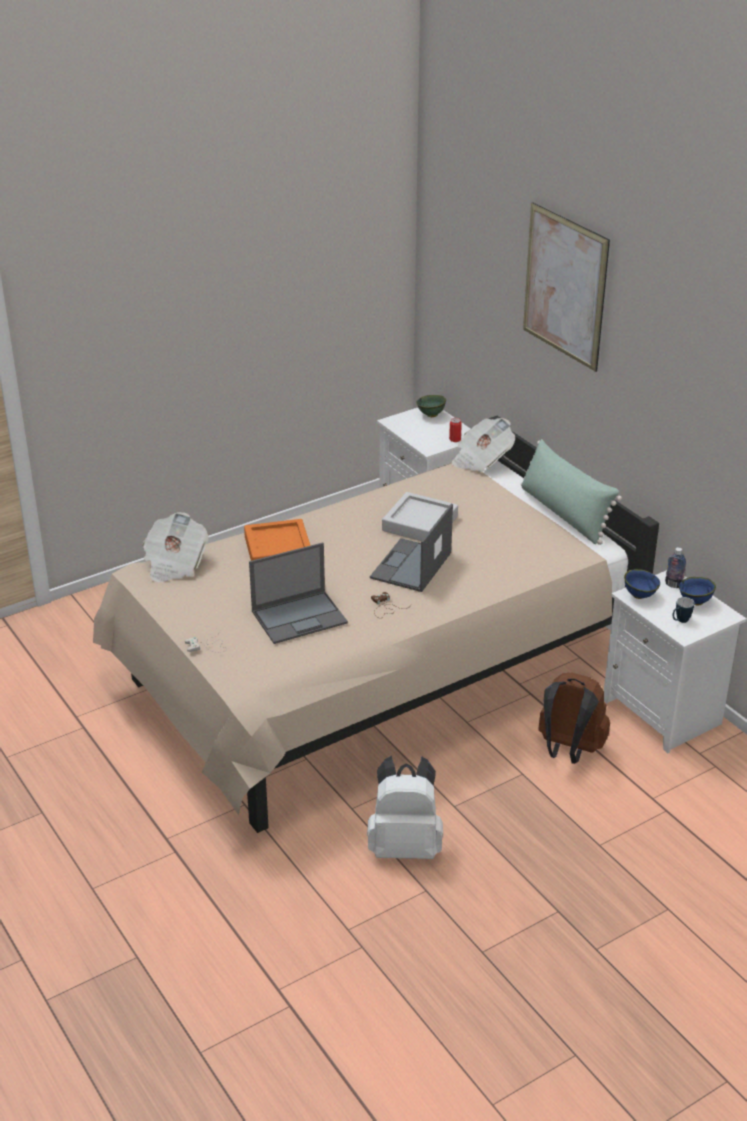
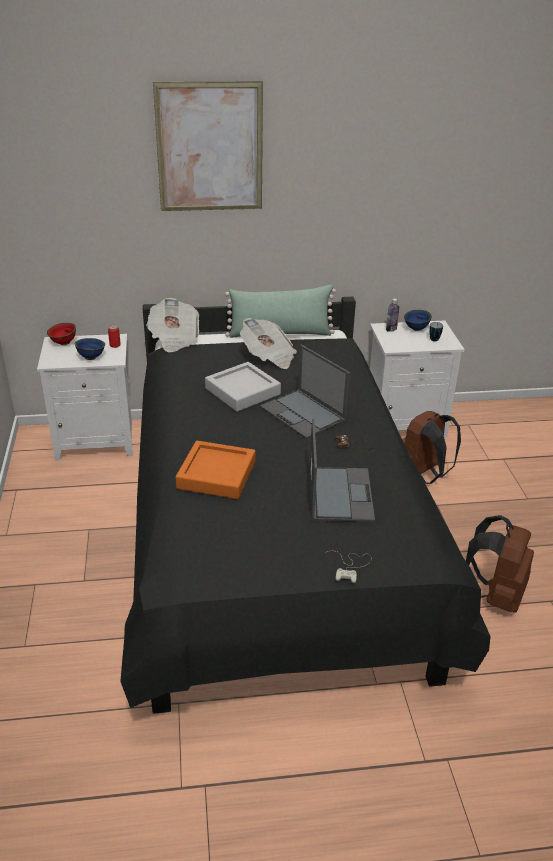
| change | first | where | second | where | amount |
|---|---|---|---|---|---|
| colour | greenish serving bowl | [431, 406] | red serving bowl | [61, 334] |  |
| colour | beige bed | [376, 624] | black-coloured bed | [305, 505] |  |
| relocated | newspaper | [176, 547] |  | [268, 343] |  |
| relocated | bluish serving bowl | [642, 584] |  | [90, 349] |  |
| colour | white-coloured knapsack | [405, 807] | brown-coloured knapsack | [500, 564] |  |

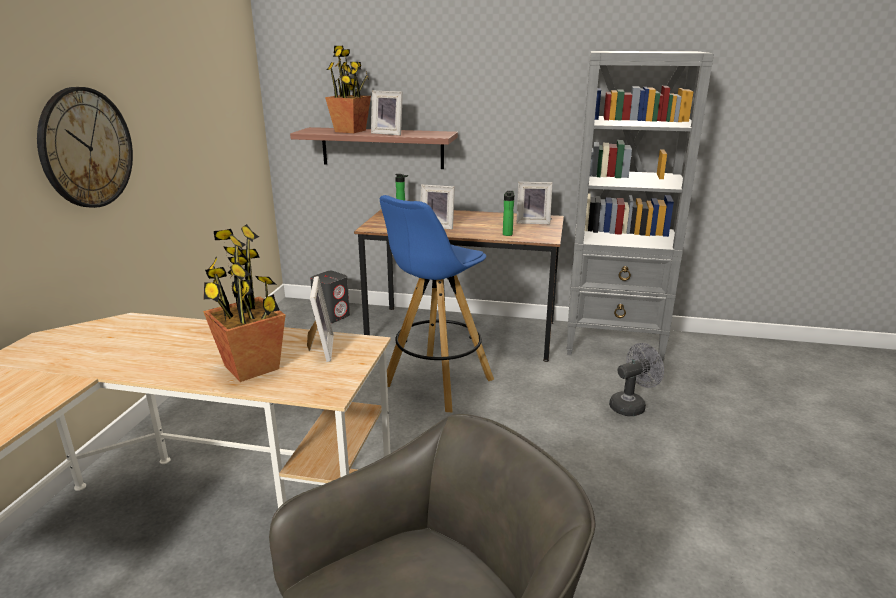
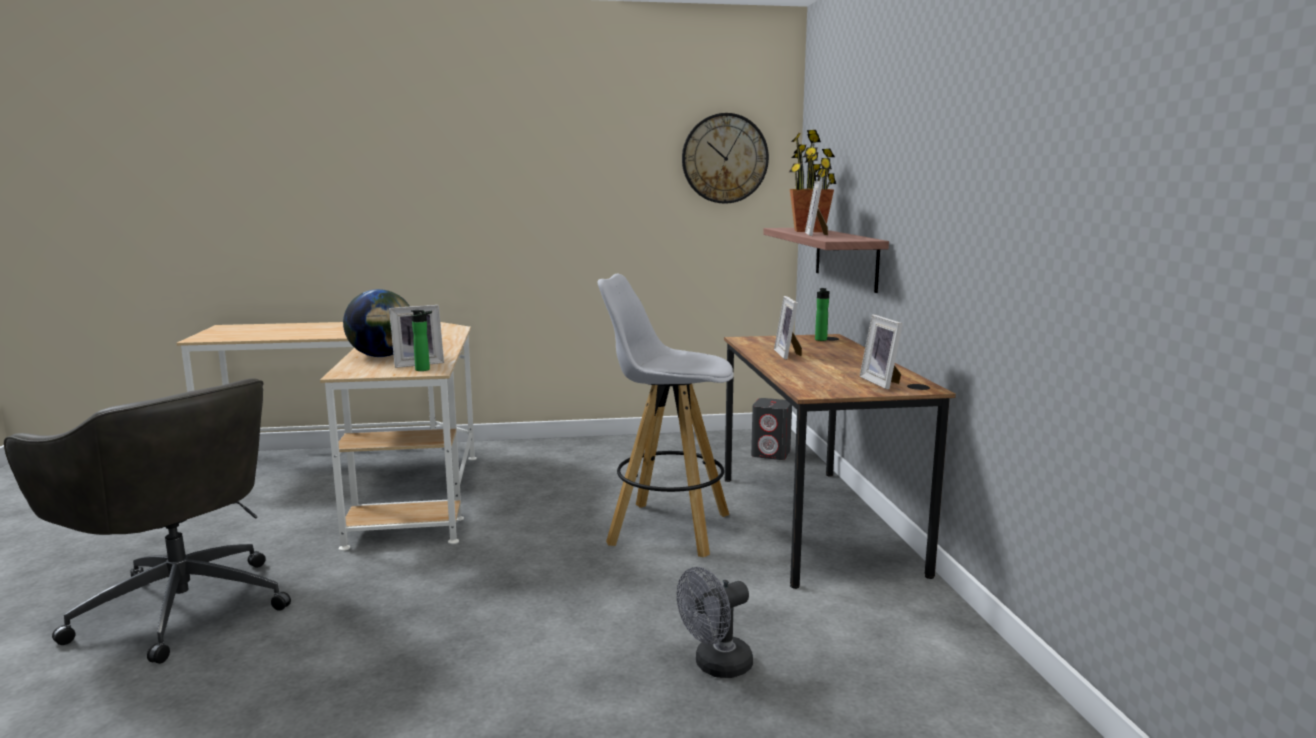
| change | first | where | second | where | amount |
|---|---|---|---|---|---|
| missing | greyish shelving unit | [640, 206] |  |  |  |
| relocated | hanging clock | [85, 147] |  | [725, 158] |  |
| relocated | beverage bottle | [508, 213] |  | [421, 340] |  |
| colour | bluish stool seat | [437, 303] | white-coloured stool seat | [666, 415] |  |
| exchanged | potted plant | [244, 303] | desk globe | [376, 323] |  |
| spun | greyish electric fan | [636, 379] |  | [715, 622] | 105 degrees clockwise |

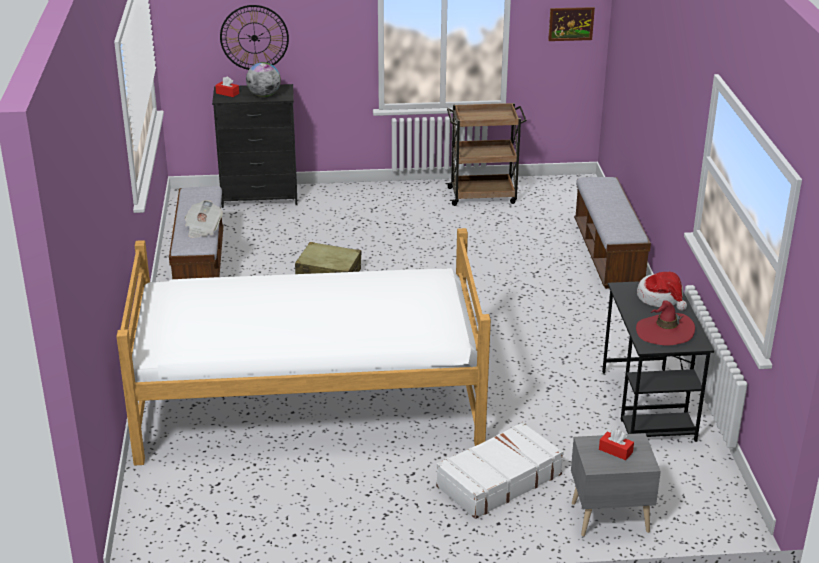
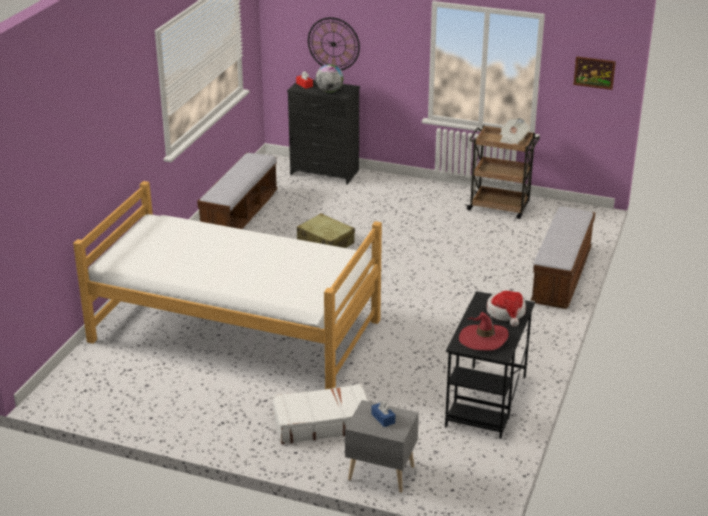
| change | first | where | second | where | amount |
|---|---|---|---|---|---|
| relocated | newspaper | [204, 219] |  | [515, 131] |  |
| colour | red tissue holder | [616, 445] | bluish tissue holder | [383, 414] |  |

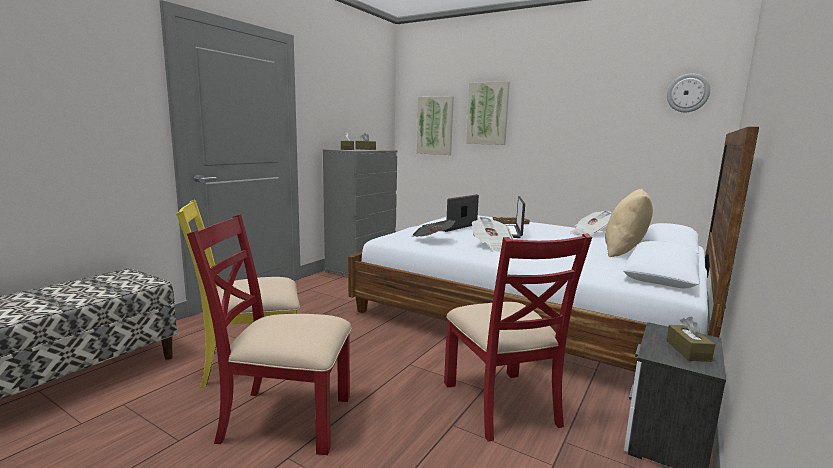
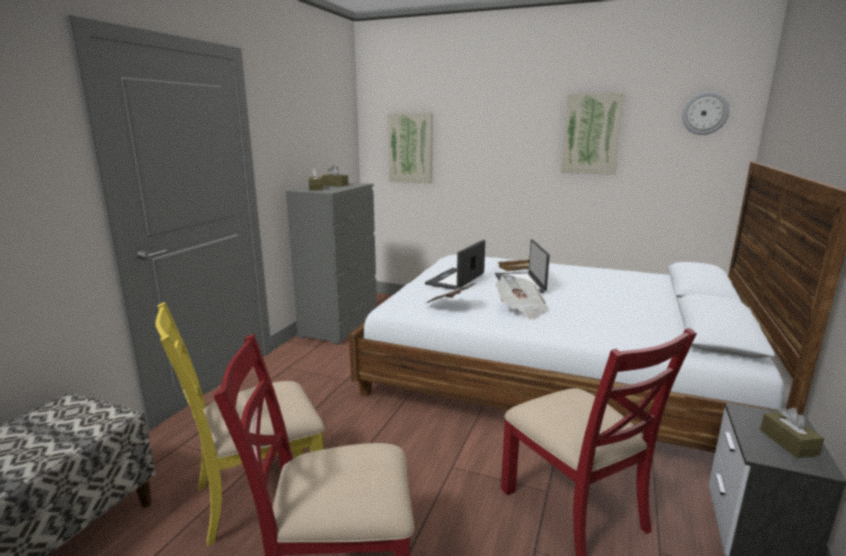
| change | first | where | second | where | amount |
|---|---|---|---|---|---|
| relocated | picture | [488, 113] |  | [593, 134] |  |
| missing | beige pillow | [629, 222] |  |  |  |
| missing | newspaper | [591, 223] |  |  |  |

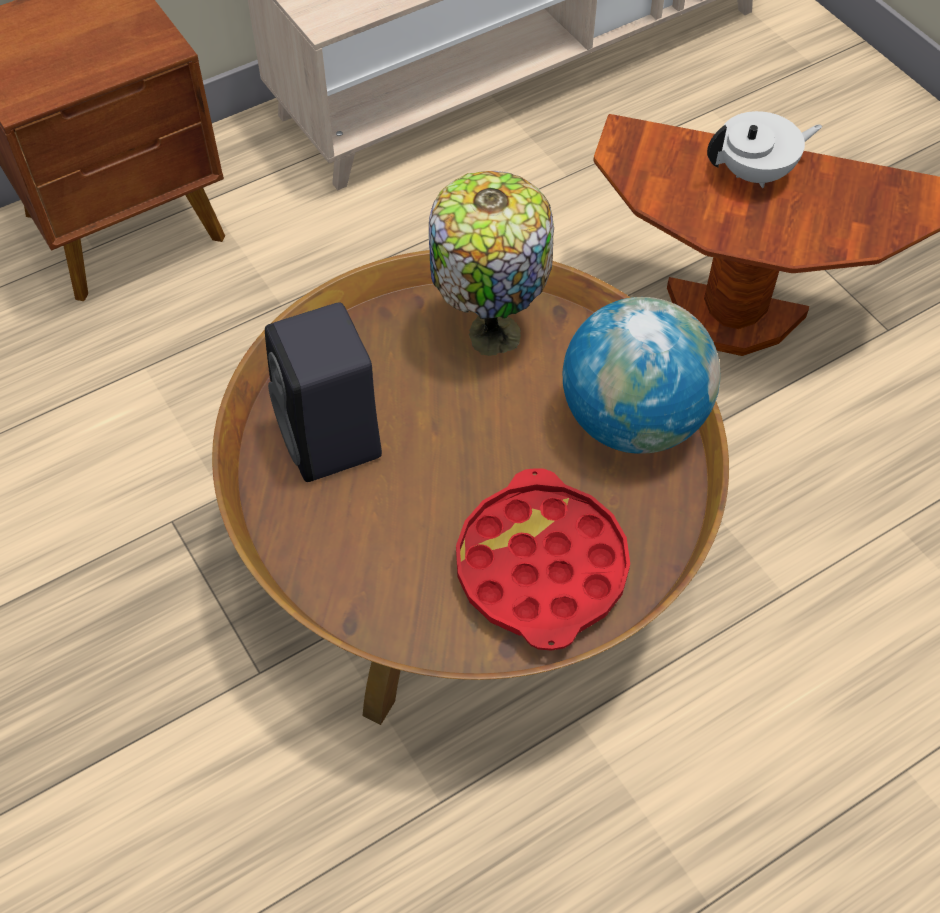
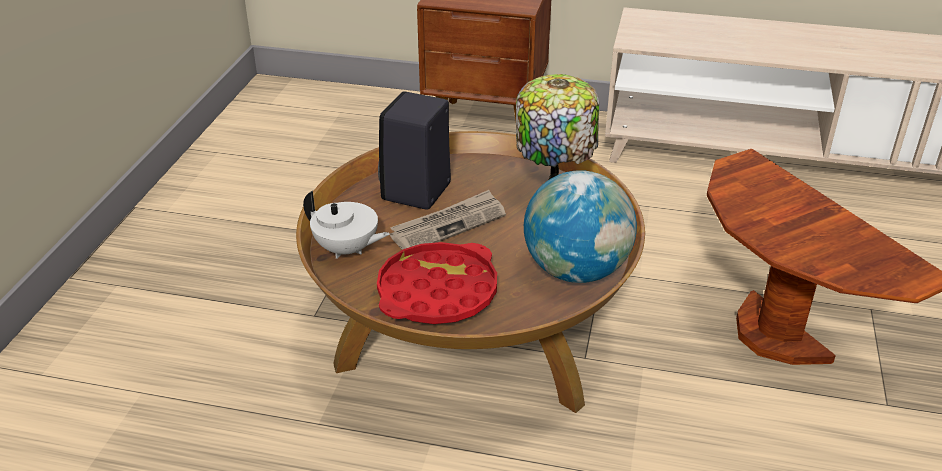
| change | first | where | second | where | amount |
|---|---|---|---|---|---|
| relocated | white-coloured teapot | [764, 149] |  | [346, 225] |  |
| appeared |  |  | newspaper | [448, 220] |  |

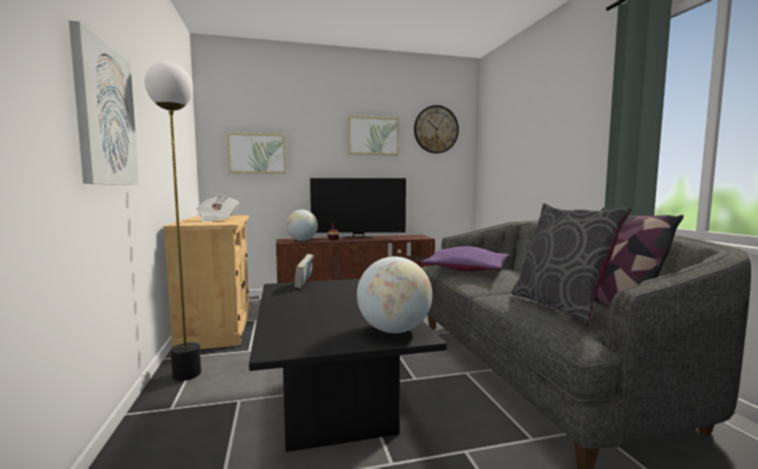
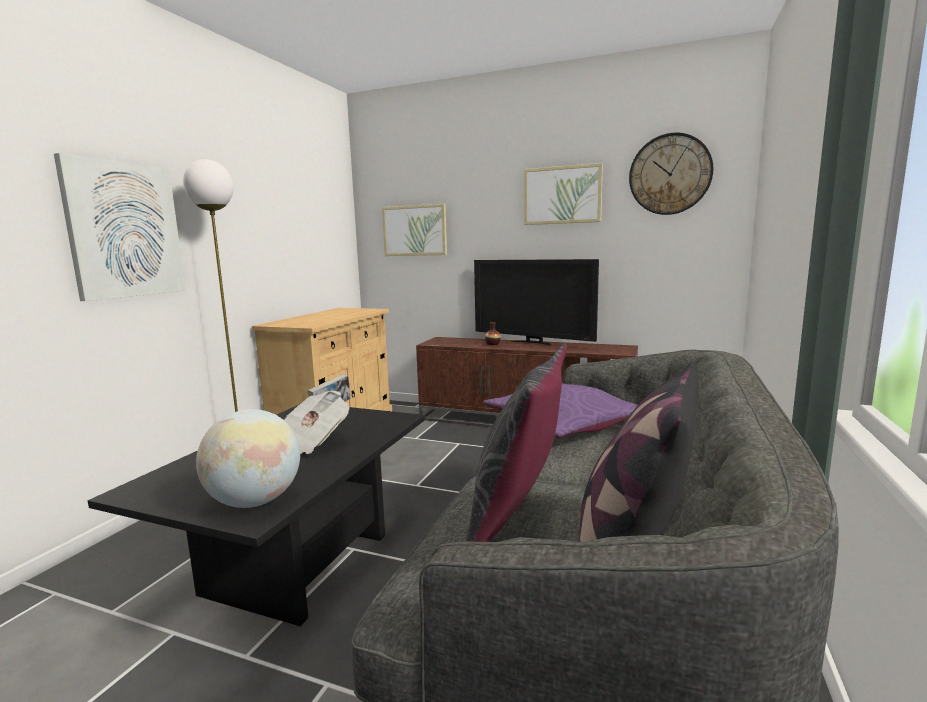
| change | first | where | second | where | amount |
|---|---|---|---|---|---|
| relocated | newspaper | [218, 209] |  | [316, 422] |  |
| missing | desk globe | [302, 225] |  |  |  |

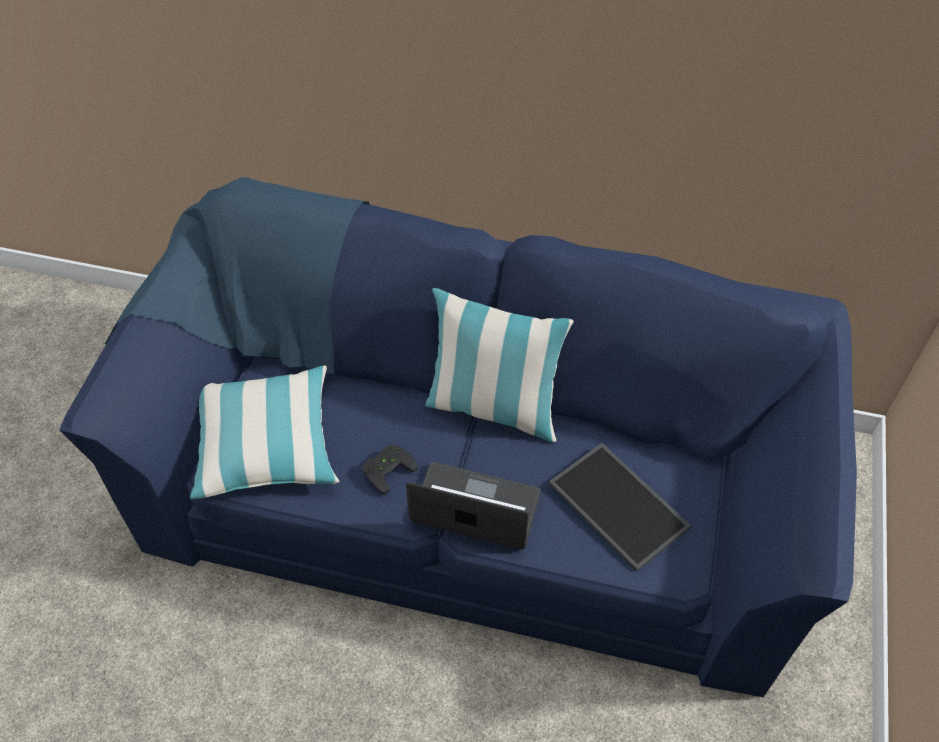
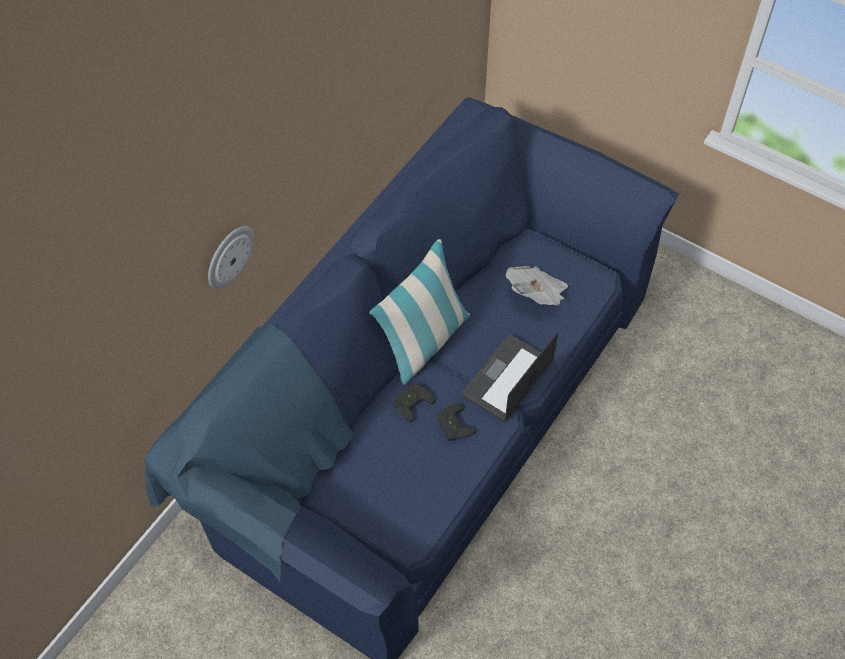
| change | first | where | second | where | amount |
|---|---|---|---|---|---|
| missing | pillow | [265, 432] |  |  |  |
| exchanged | tray | [620, 507] | newspaper | [537, 286] |  |
| appeared |  |  | hanging clock | [231, 257] |  |
| appeared |  |  | black-coloured game controller | [414, 402] |  |

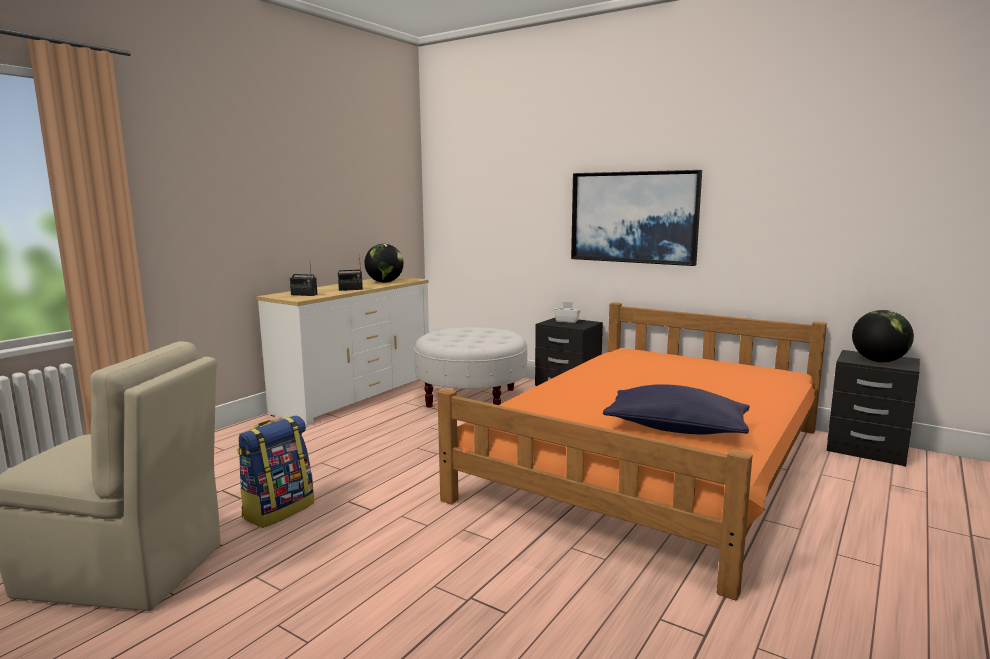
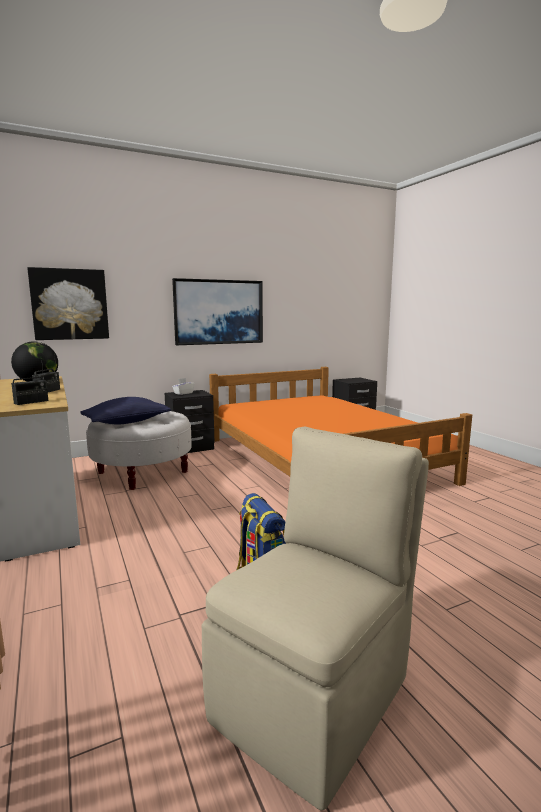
| change | first | where | second | where | amount |
|---|---|---|---|---|---|
| missing | desk globe | [883, 336] |  |  |  |
| relocated | bluish pillow | [676, 409] |  | [125, 411] |  |
| appeared |  |  | picture | [68, 303] |  |

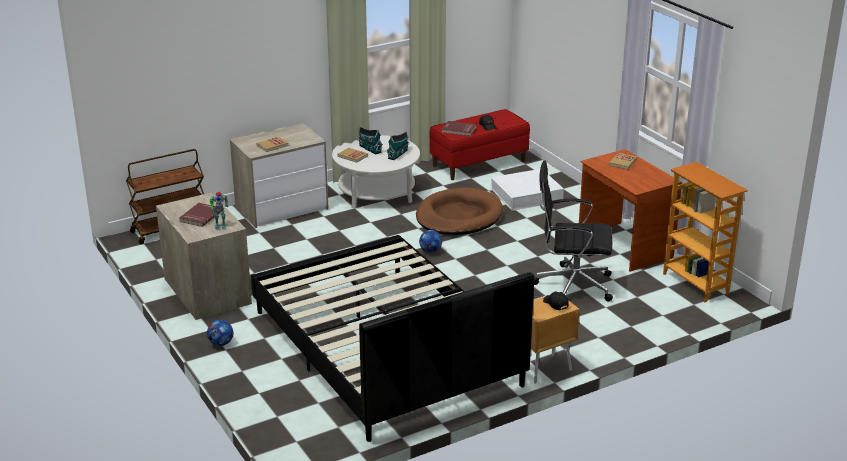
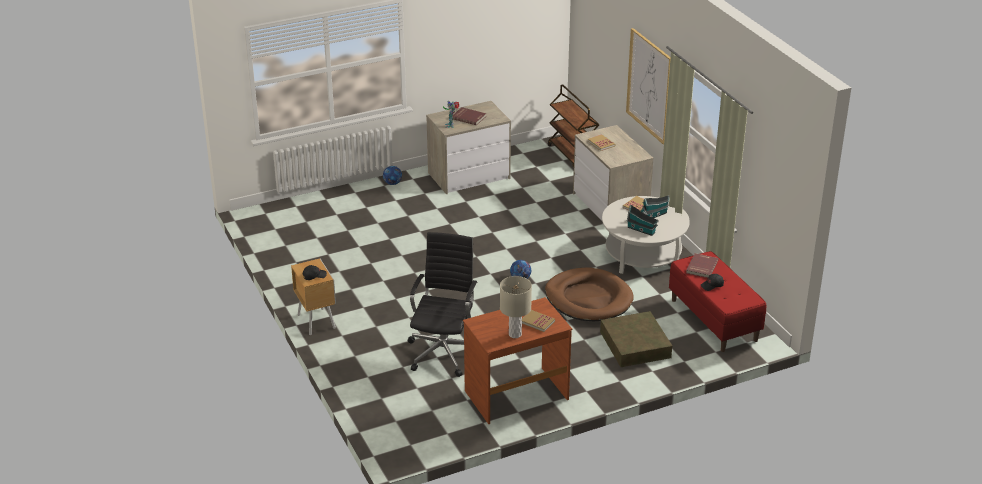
| change | first | where | second | where | amount |
|---|---|---|---|---|---|
| missing | shelving unit | [705, 232] |  |  |  |
| colour | white-coloured storage bin | [527, 190] | brown-coloured storage bin | [636, 339] |  |
| missing | black-coloured bed | [392, 338] |  |  |  |
| appeared |  |  | picture | [648, 86] |  |
| appeared |  |  | beige tabletop lamp | [516, 307] |  |

